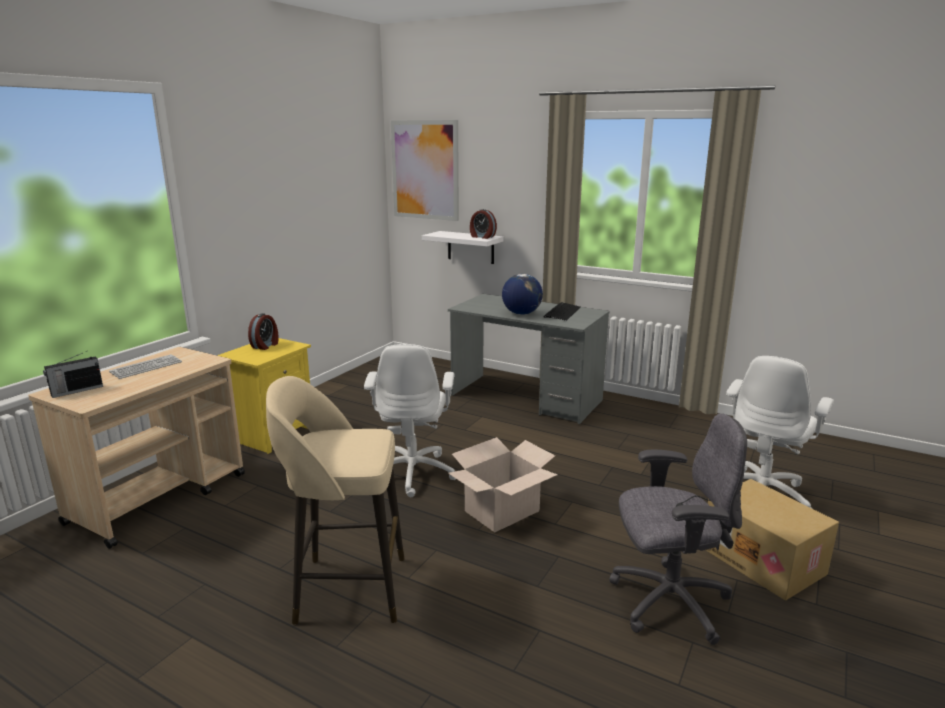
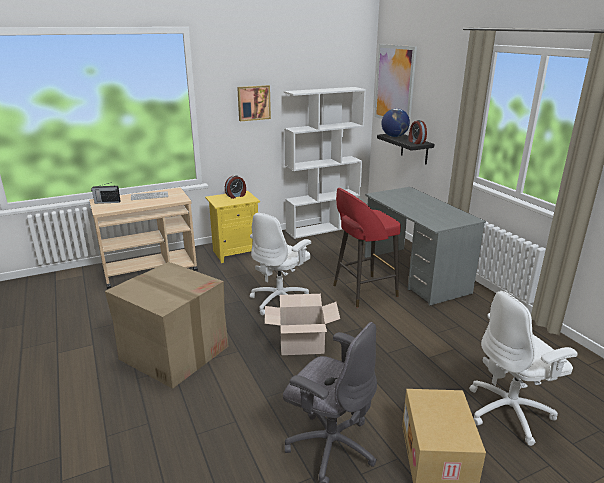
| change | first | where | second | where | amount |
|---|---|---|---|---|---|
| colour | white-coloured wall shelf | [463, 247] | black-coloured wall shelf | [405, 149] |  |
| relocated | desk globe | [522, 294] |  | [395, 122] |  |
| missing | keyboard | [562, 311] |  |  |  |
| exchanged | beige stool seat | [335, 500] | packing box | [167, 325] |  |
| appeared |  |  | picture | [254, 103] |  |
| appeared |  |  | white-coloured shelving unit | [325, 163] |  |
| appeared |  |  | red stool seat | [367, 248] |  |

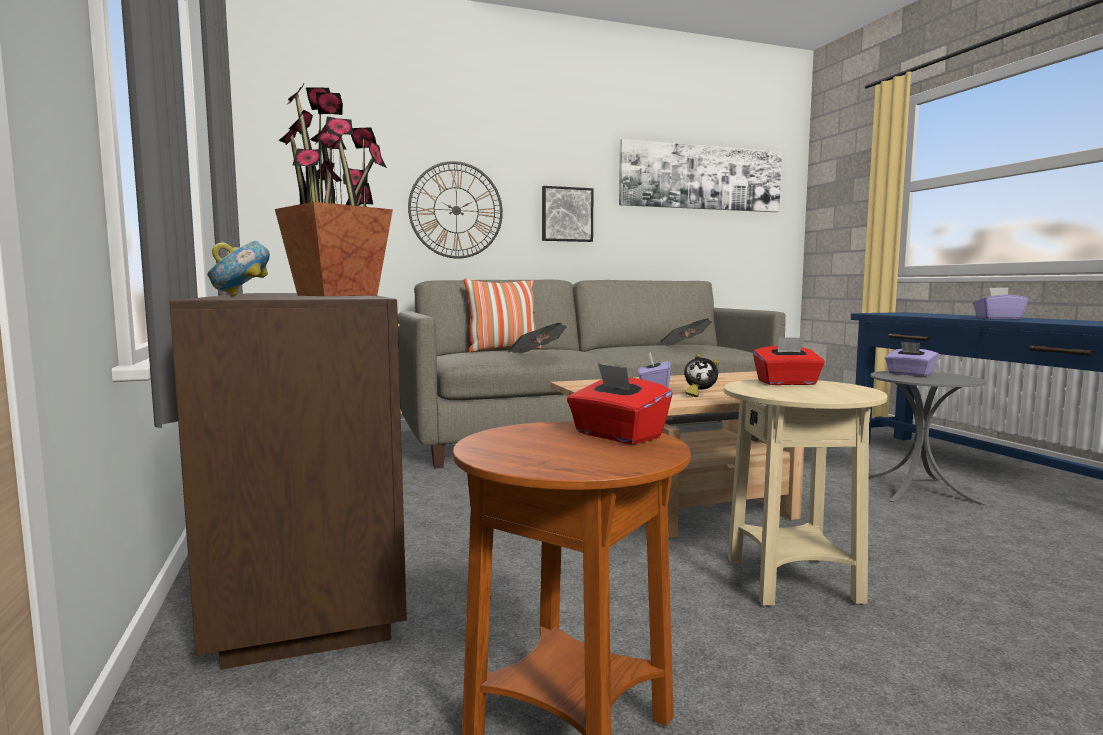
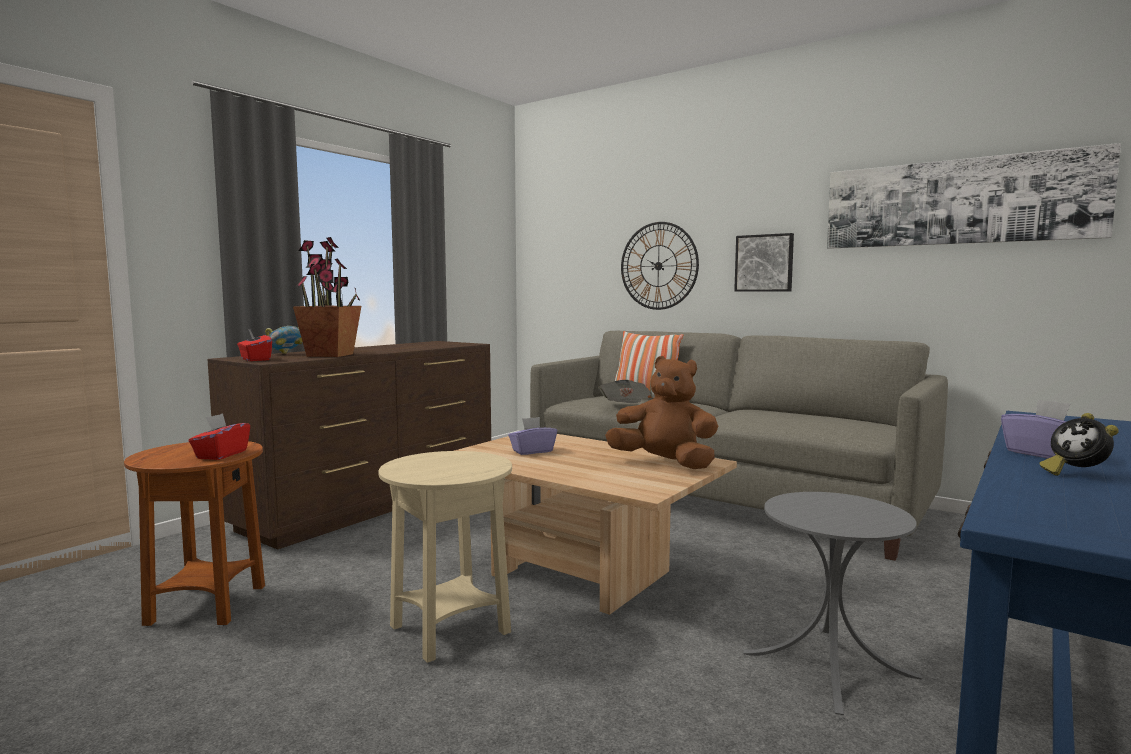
| change | first | where | second | where | amount |
|---|---|---|---|---|---|
| missing | newspaper | [685, 332] |  |  |  |
| relocated | red tissue holder | [789, 361] |  | [254, 345] |  |
| missing | purplish tissue holder | [912, 359] |  |  |  |
| relocated | table clock | [701, 375] |  | [1079, 444] |  |
| appeared |  |  | brown-coloured cuddly toy | [662, 412] |  |

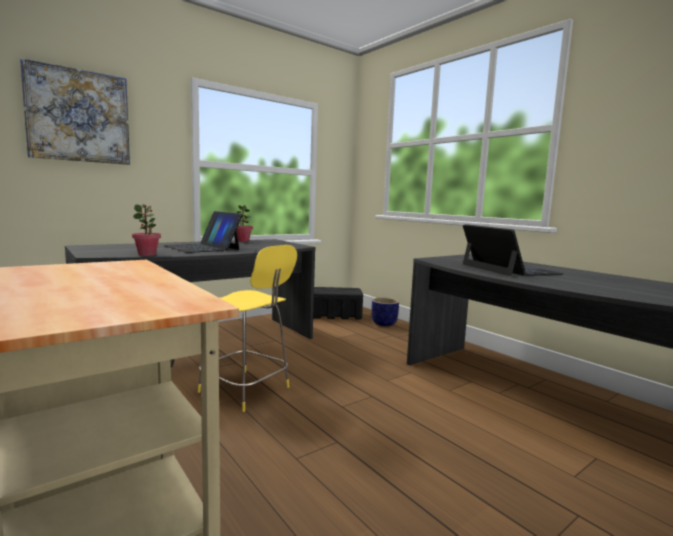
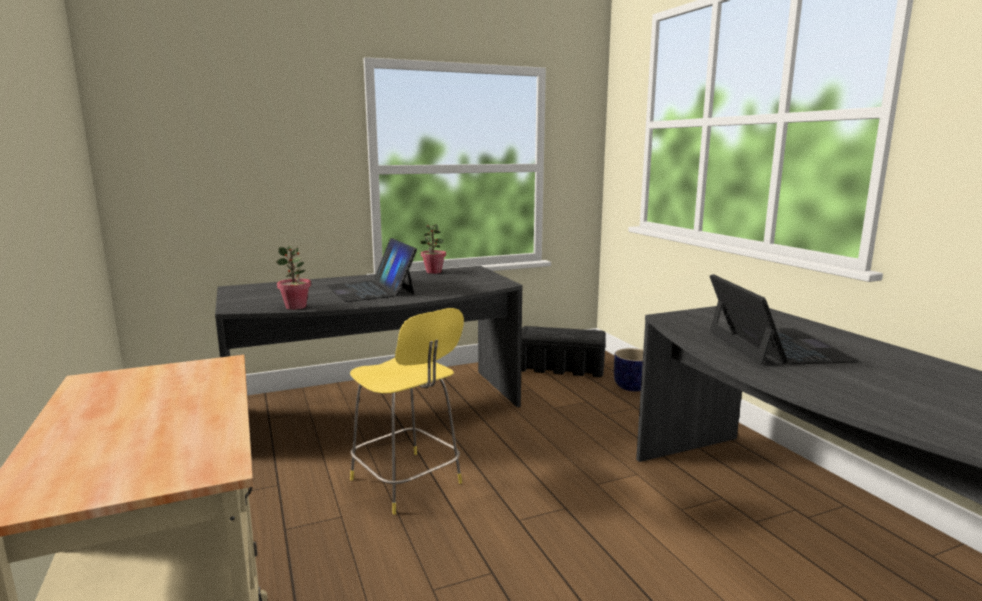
| change | first | where | second | where | amount |
|---|---|---|---|---|---|
| missing | picture | [75, 111] |  |  |  |

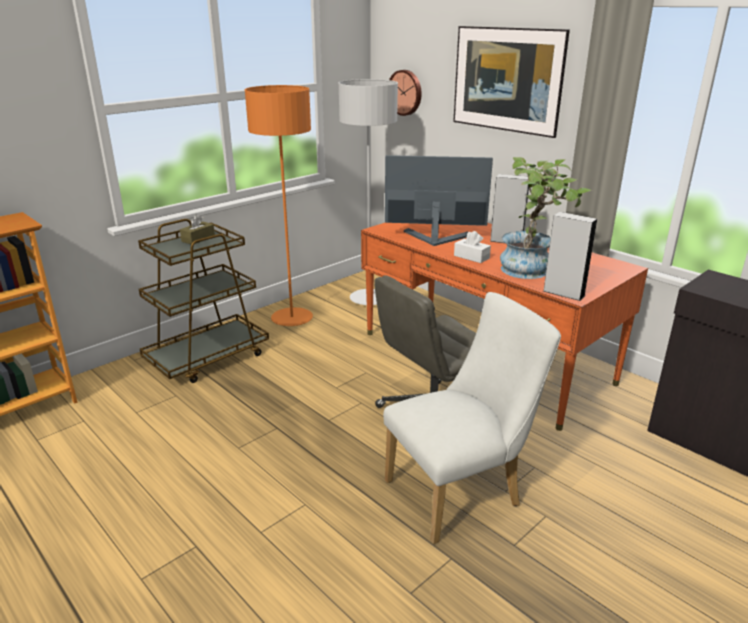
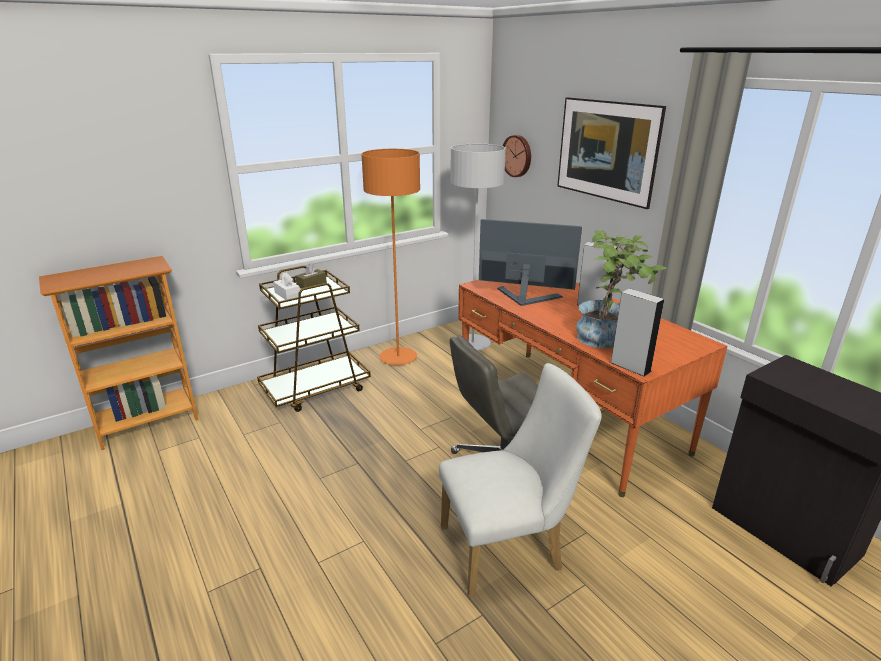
| change | first | where | second | where | amount |
|---|---|---|---|---|---|
| relocated | white-coloured tissue holder | [472, 247] |  | [286, 286] |  |

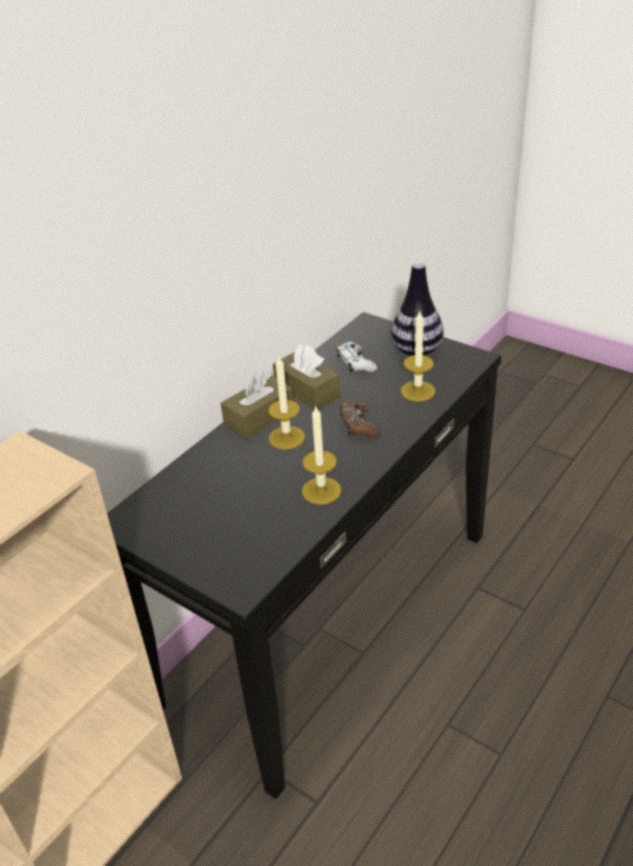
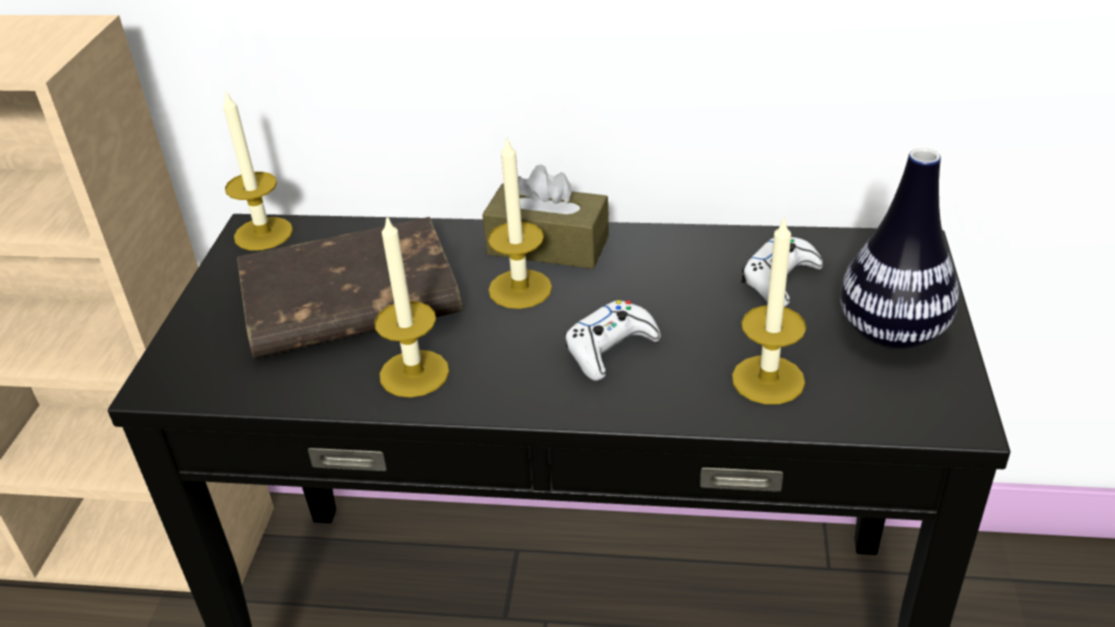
| change | first | where | second | where | amount |
|---|---|---|---|---|---|
| missing | brown-coloured tissue holder | [306, 377] |  |  |  |
| colour | brown-coloured game controller | [360, 419] | white-coloured game controller | [613, 340] |  |
| appeared |  |  | candle | [258, 170] |  |
| appeared |  |  | brown-coloured bound book | [349, 288] |  |

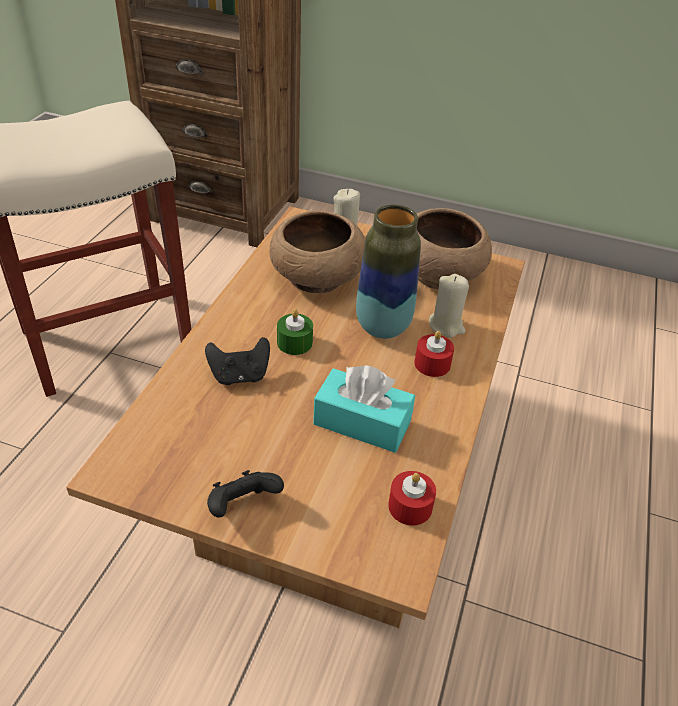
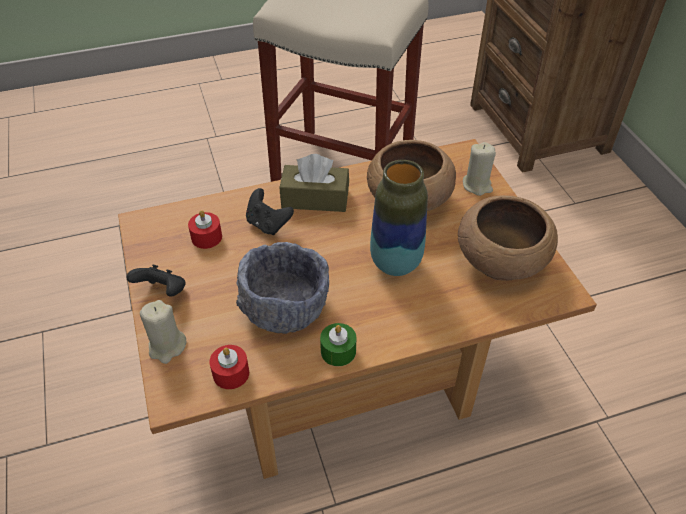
| change | first | where | second | where | amount |
|---|---|---|---|---|---|
| relocated | beige candle | [449, 306] |  | [163, 332] |  |
| relocated | greenish candle | [295, 332] |  | [338, 344] |  |
| relocated | red candle | [434, 354] |  | [205, 229] |  |
| exchanged | blue-green tissue holder | [364, 409] | greyish serving bowl | [282, 288] |  |
| appeared |  |  | brown-coloured tissue holder | [314, 183] |  |

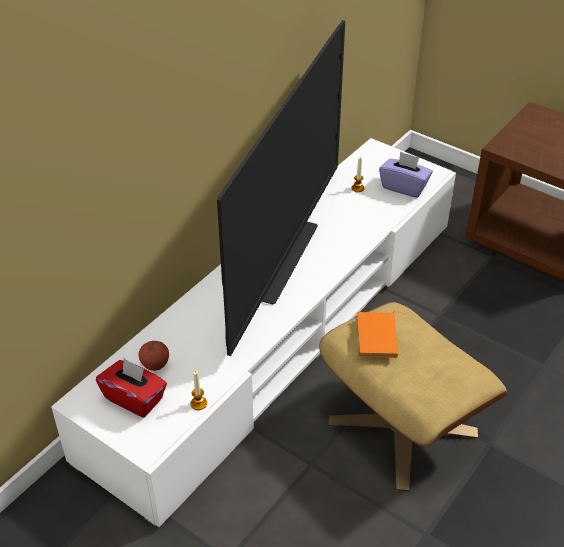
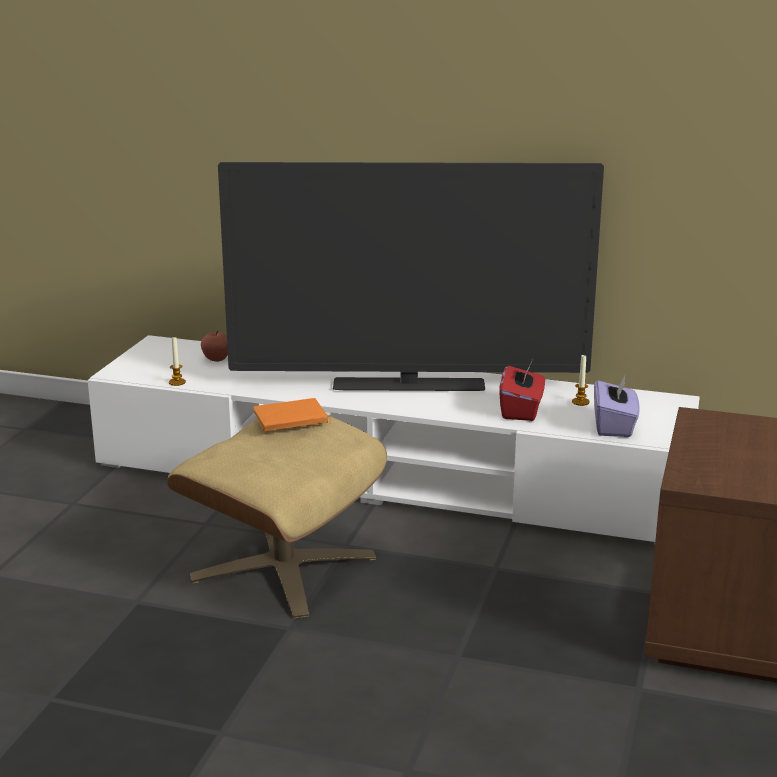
| change | first | where | second | where | amount |
|---|---|---|---|---|---|
| relocated | red tissue holder | [131, 388] |  | [522, 392] |  |

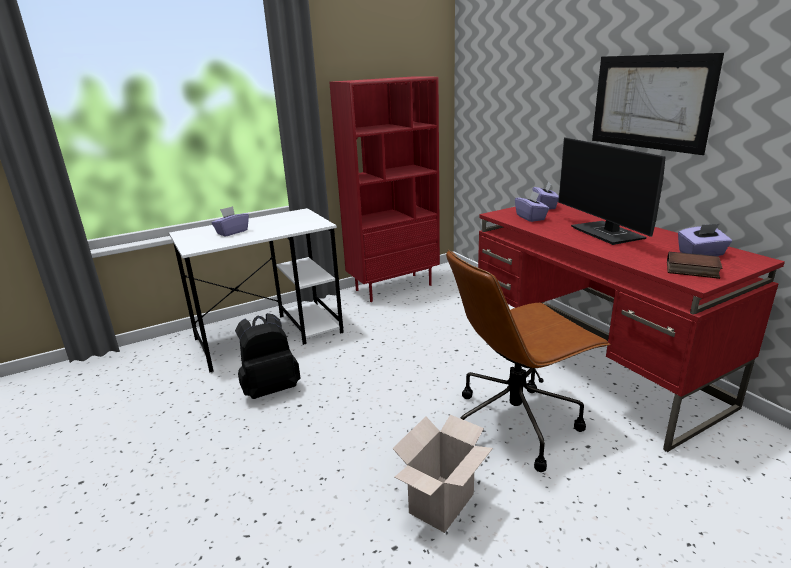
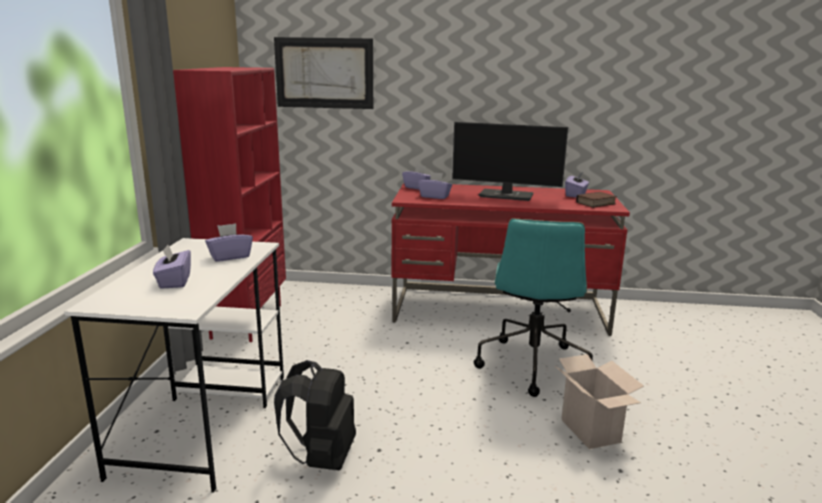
| change | first | where | second | where | amount |
|---|---|---|---|---|---|
| relocated | picture | [658, 104] |  | [323, 73] |  |
| colour | brown-coloured office chair | [528, 360] | blue-green office chair | [533, 307] |  |
| appeared |  |  | purplish tissue holder | [229, 242] |  |

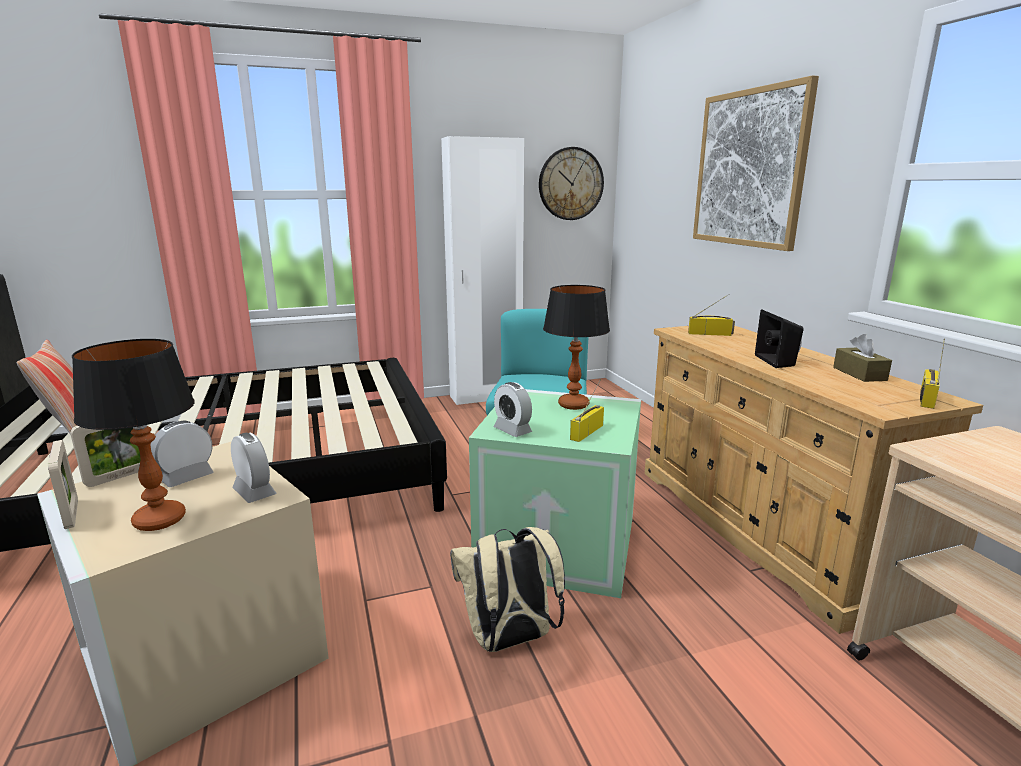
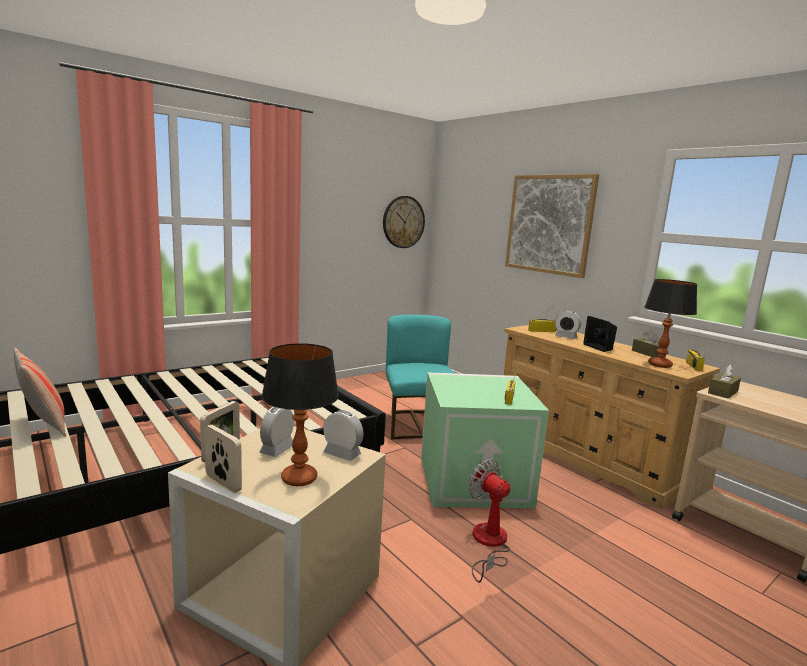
| change | first | where | second | where | amount |
|---|---|---|---|---|---|
| missing | white-coloured clothes cupboard | [482, 270] |  |  |  |
| relocated | tabletop lamp | [576, 347] |  | [671, 323] |  |
| relocated | table clock | [513, 409] |  | [568, 324] |  |
| exchanged | beige knapsack | [507, 589] | electric fan | [489, 521] |  |
| appeared |  |  | brown-coloured tissue holder | [724, 381] |  |

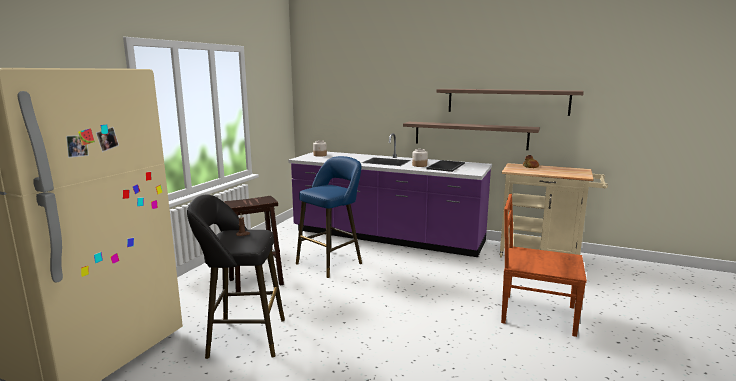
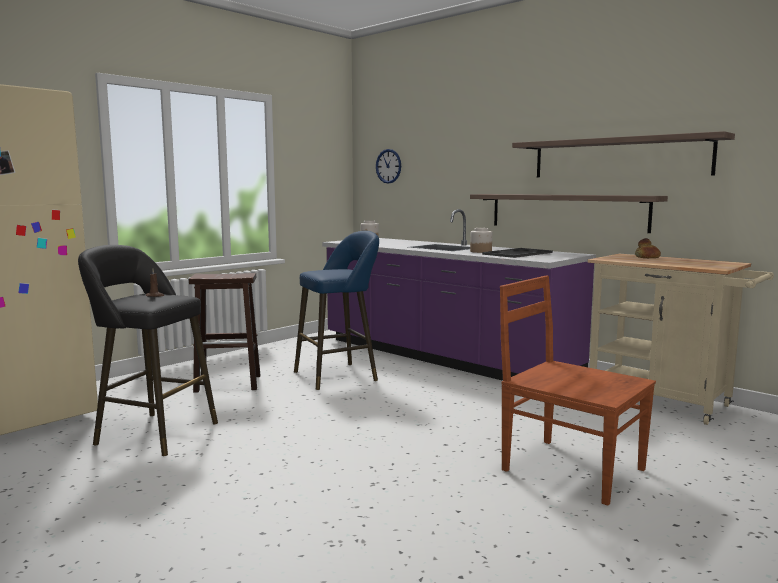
| change | first | where | second | where | amount |
|---|---|---|---|---|---|
| appeared |  |  | hanging clock | [388, 166] |  |

